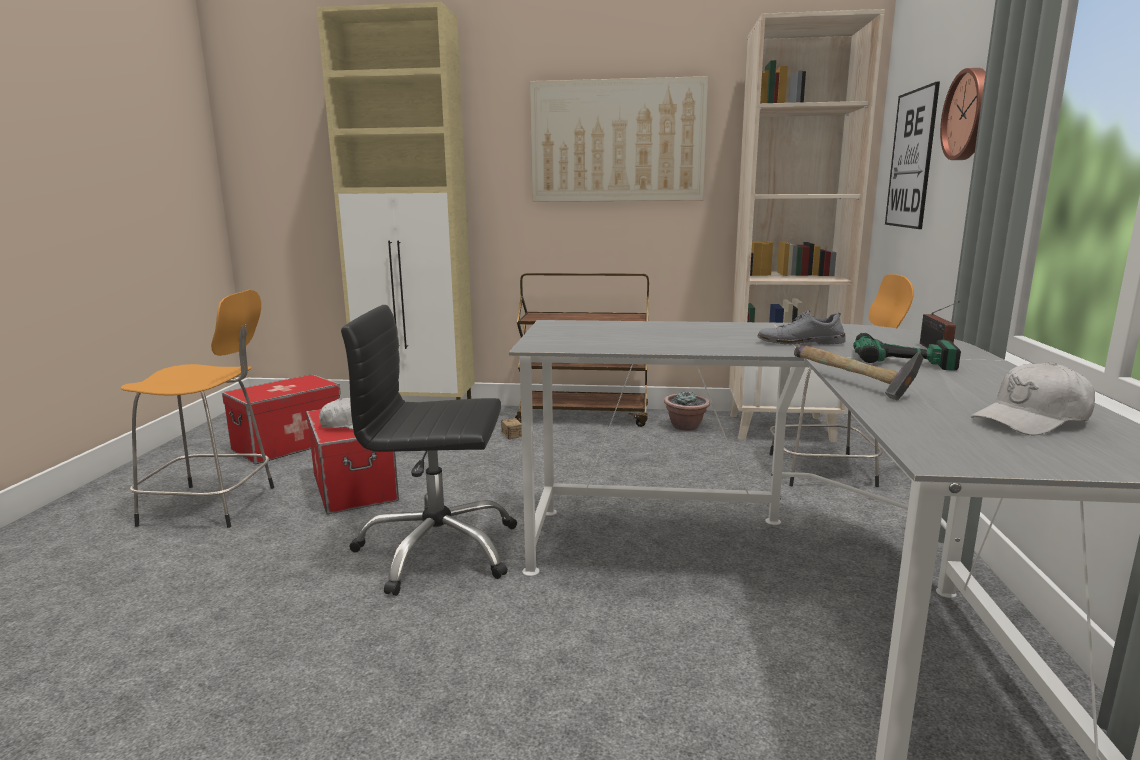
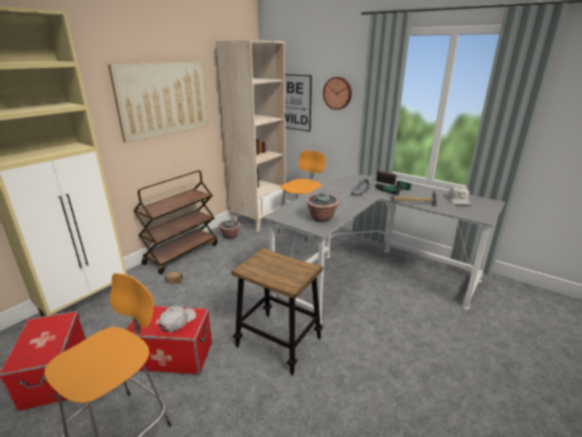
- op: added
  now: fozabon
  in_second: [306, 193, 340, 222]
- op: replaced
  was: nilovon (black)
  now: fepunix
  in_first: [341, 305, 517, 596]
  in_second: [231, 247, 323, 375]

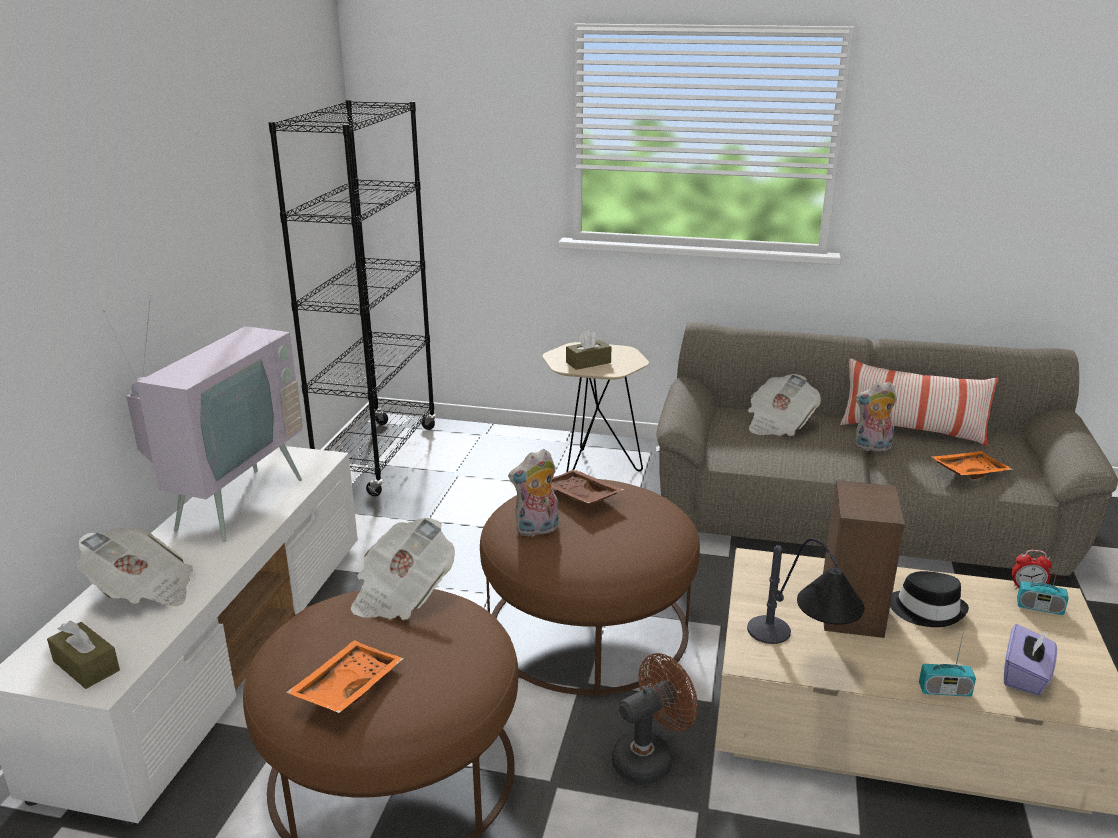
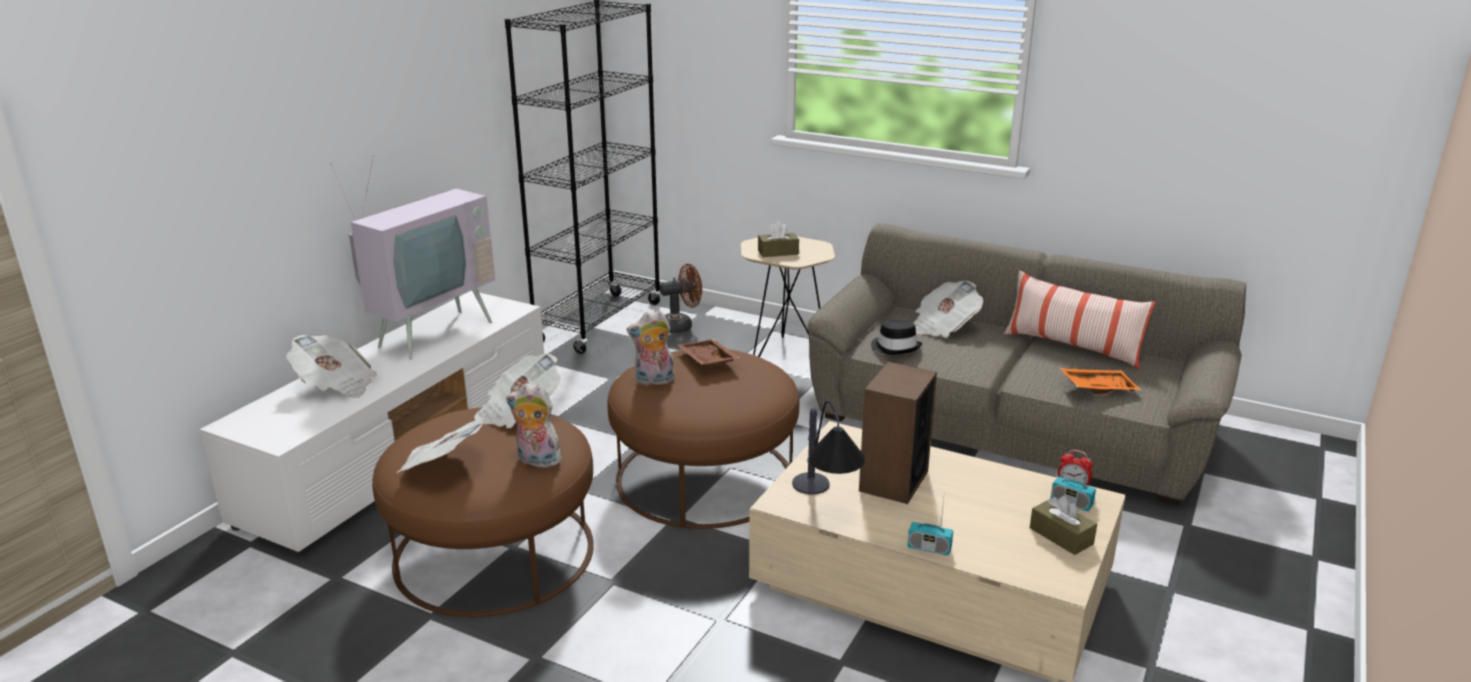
- op: removed
  was: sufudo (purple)
  in_first: [1004, 624, 1057, 696]
- op: moved
  was: sufudo (brown)
  in_first: [47, 621, 120, 689]
  in_second: [1030, 496, 1097, 555]
- op: moved
  was: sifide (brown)
  in_first: [612, 653, 698, 784]
  in_second: [659, 264, 702, 333]
- op: moved
  was: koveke
  in_first: [855, 381, 897, 452]
  in_second: [506, 383, 562, 468]
- op: moved
  was: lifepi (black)
  in_first: [890, 571, 969, 627]
  in_second: [871, 320, 922, 354]
- op: replaced
  was: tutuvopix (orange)
  now: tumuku
  in_first: [286, 640, 404, 713]
  in_second: [397, 417, 485, 473]

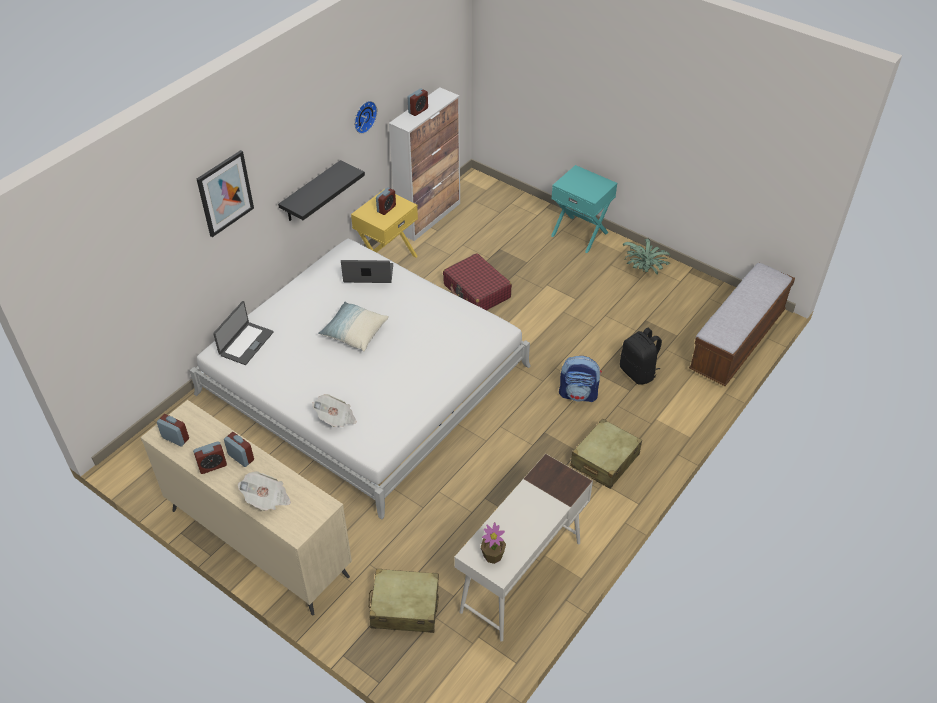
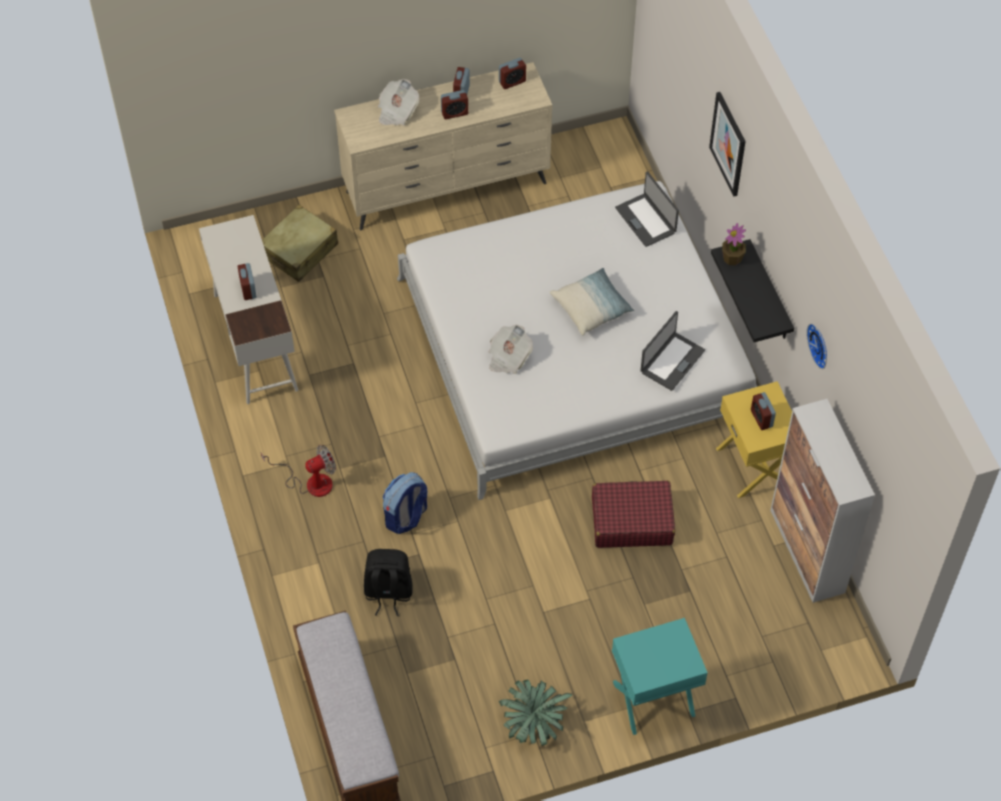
- op: moved
  was: tumuku
  in_first: [312, 394, 357, 427]
  in_second: [489, 325, 533, 374]
- op: moved
  was: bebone
  in_first: [408, 89, 428, 116]
  in_second: [237, 263, 257, 300]
- op: moved
  was: fozabon
  in_first: [481, 522, 506, 564]
  in_second: [722, 223, 746, 265]
- op: replaced
  was: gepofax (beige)
  now: sifide
  in_first: [570, 419, 642, 489]
  in_second: [261, 445, 336, 497]

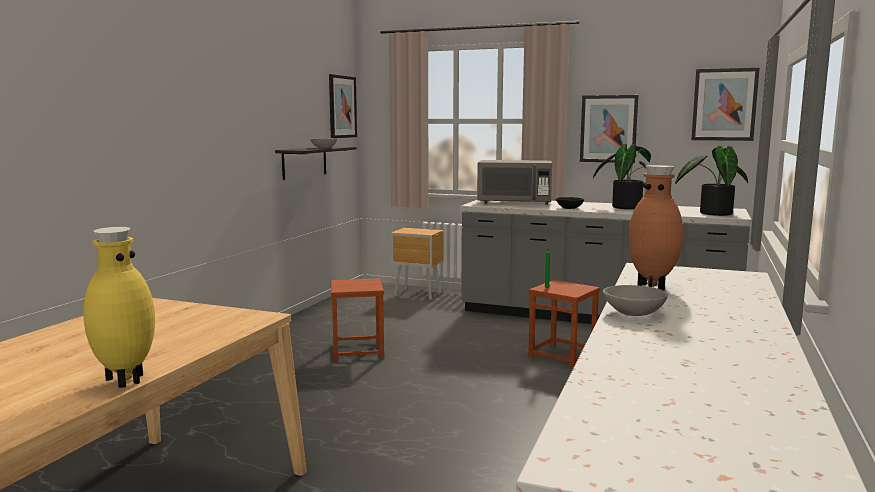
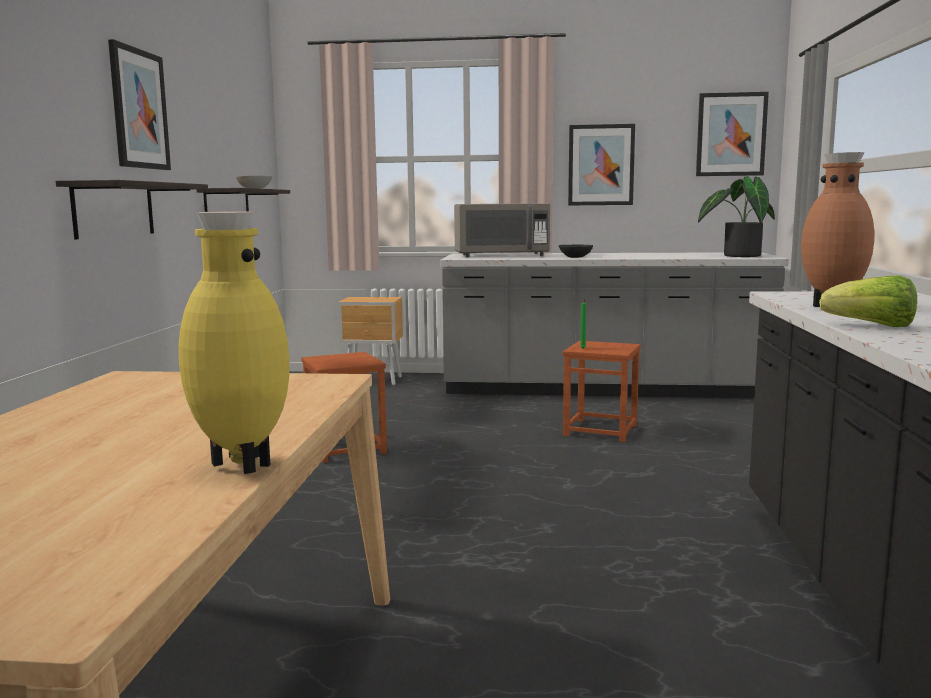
- op: removed
  was: fozabon
  in_first: [593, 144, 651, 209]
- op: added
  now: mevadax
  in_second: [56, 180, 208, 240]
- op: moved
  was: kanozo
  in_first: [329, 74, 357, 138]
  in_second: [108, 39, 171, 170]
- op: replaced
  was: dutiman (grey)
  now: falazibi
  in_first: [603, 285, 668, 316]
  in_second: [819, 275, 917, 327]

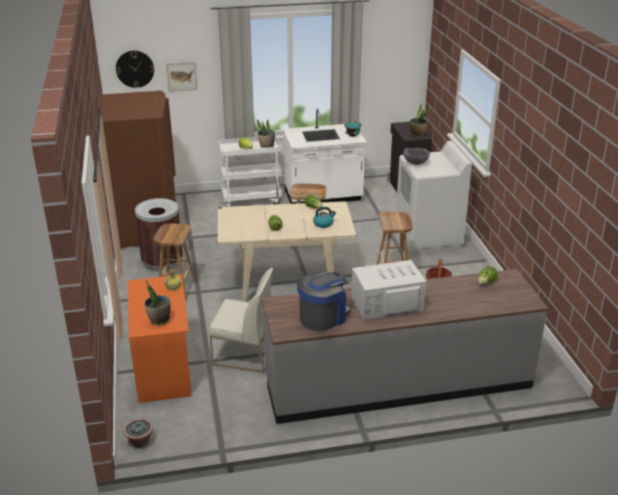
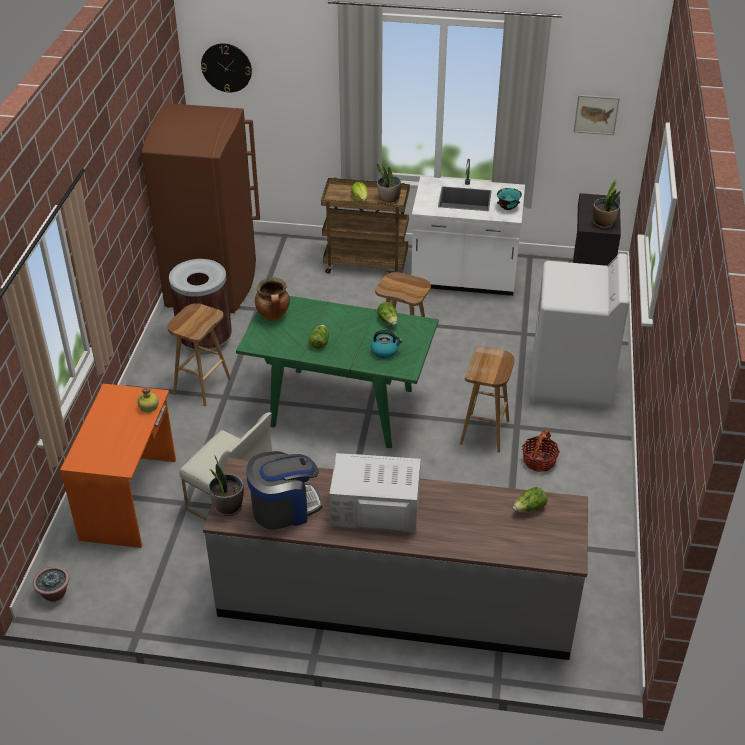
- op: removed
  was: dutiman
  in_first: [403, 148, 430, 165]
- op: added
  now: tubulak
  in_second: [255, 278, 290, 321]
- op: moved
  was: fozabon
  in_first: [144, 281, 170, 325]
  in_second: [209, 455, 244, 516]
- op: moved
  was: kanozo
  in_first: [166, 62, 197, 92]
  in_second: [574, 95, 620, 135]
- op: recoloured
  was: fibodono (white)
  now: fibodono (brown)
  in_first: [218, 135, 282, 207]
  in_second: [321, 178, 410, 274]
- op: recoloured
  was: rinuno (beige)
  now: rinuno (green)
  in_first: [218, 201, 357, 302]
  in_second: [236, 296, 439, 448]

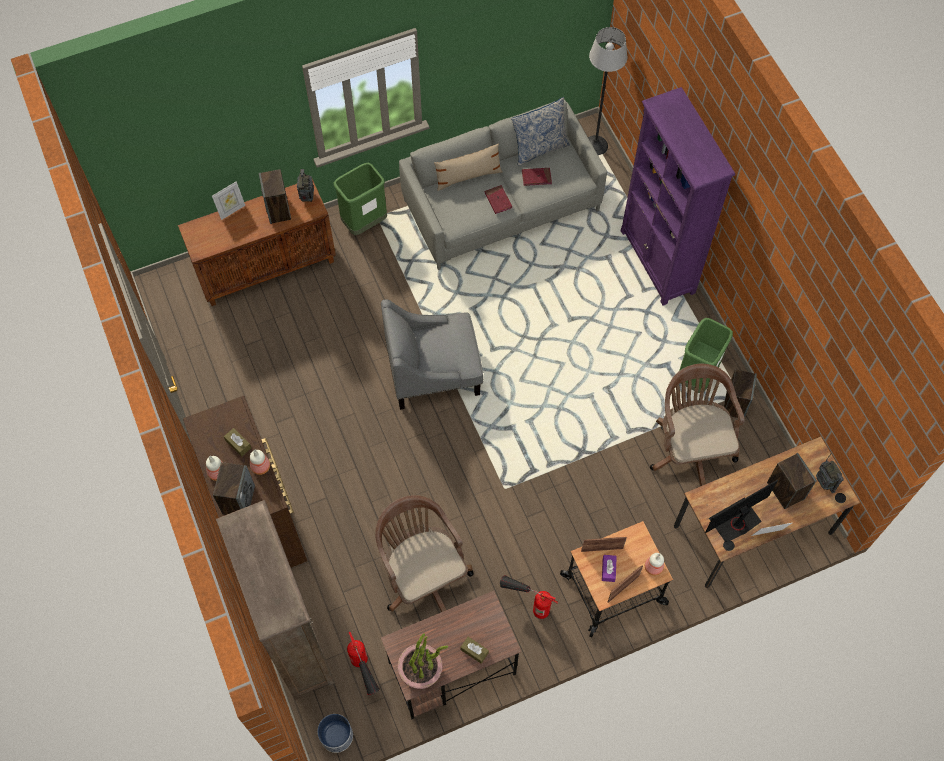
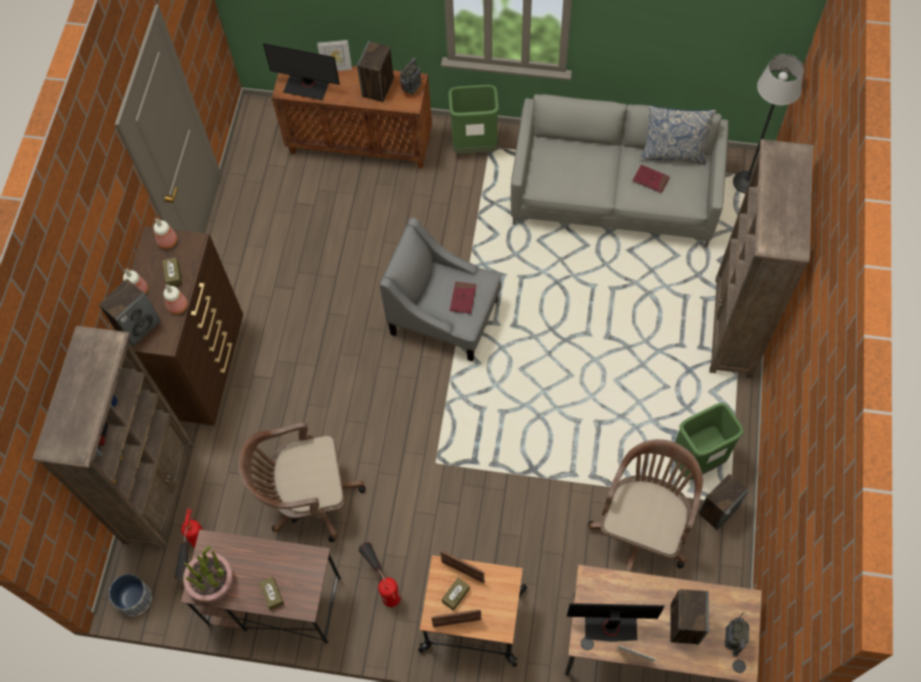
- op: removed
  was: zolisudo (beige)
  in_first: [434, 143, 503, 191]
- op: added
  now: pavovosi
  in_second: [263, 43, 340, 100]
- op: moved
  was: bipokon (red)
  in_first: [484, 185, 512, 214]
  in_second: [450, 282, 477, 314]
- op: moved
  was: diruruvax
  in_first: [645, 553, 664, 576]
  in_second: [154, 218, 177, 249]
- op: recoloured
  was: sufudo (purple)
  now: sufudo (brown)
  in_first: [602, 555, 617, 582]
  in_second: [442, 578, 470, 611]
- op: recoloured
  was: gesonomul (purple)
  now: gesonomul (brown)
  in_first: [621, 87, 735, 305]
  in_second: [709, 139, 813, 378]
- op: turned
  was: nilovon (brown)
  in_first: [375, 495, 473, 612]
  in_second: [238, 422, 365, 542]
  clockwise: -105

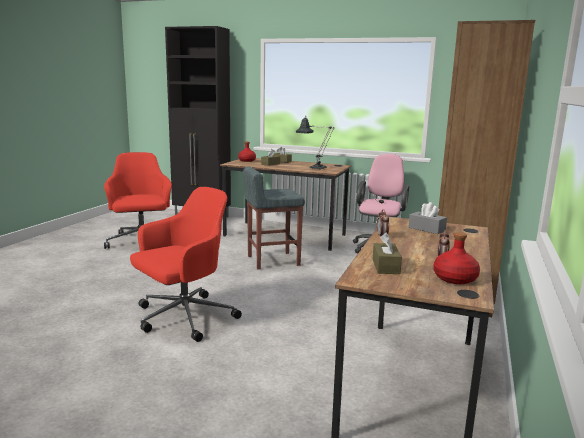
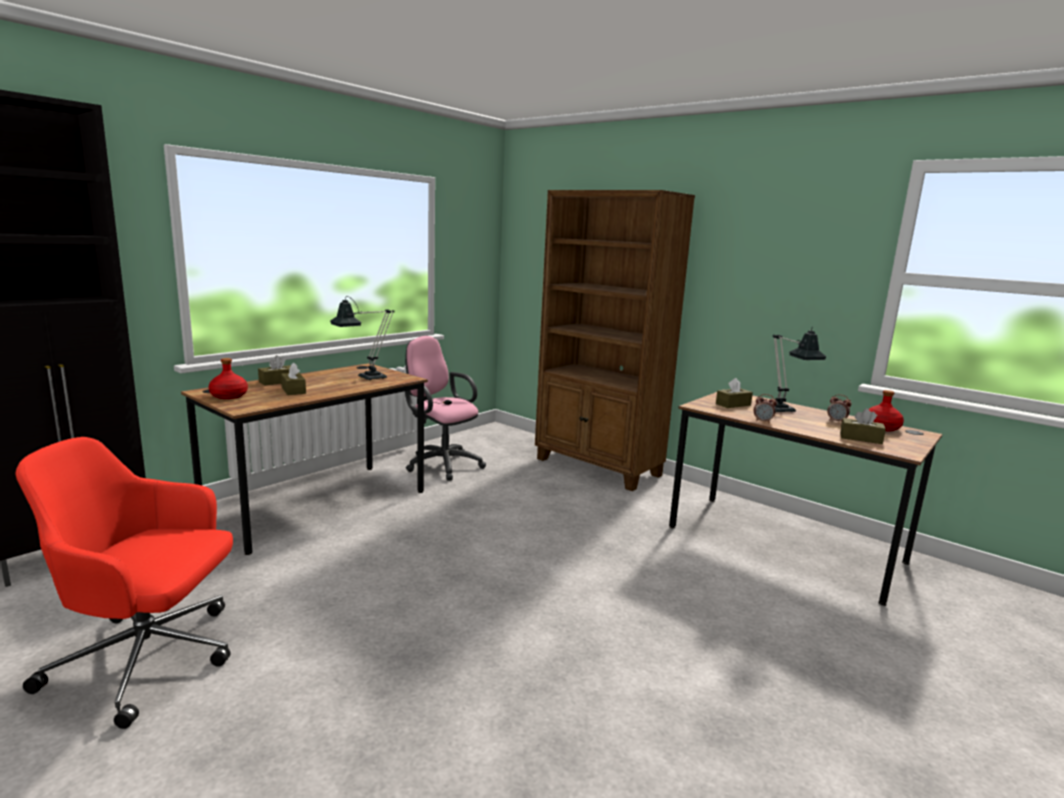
- op: removed
  was: nilovon (red)
  in_first: [130, 187, 242, 342]
- op: removed
  was: fepunix (grey)
  in_first: [243, 166, 305, 270]
- op: added
  now: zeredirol
  in_second: [773, 329, 827, 412]
- op: recoloured
  was: sufudo (grey)
  now: sufudo (brown)
  in_first: [409, 202, 447, 234]
  in_second: [716, 378, 753, 408]

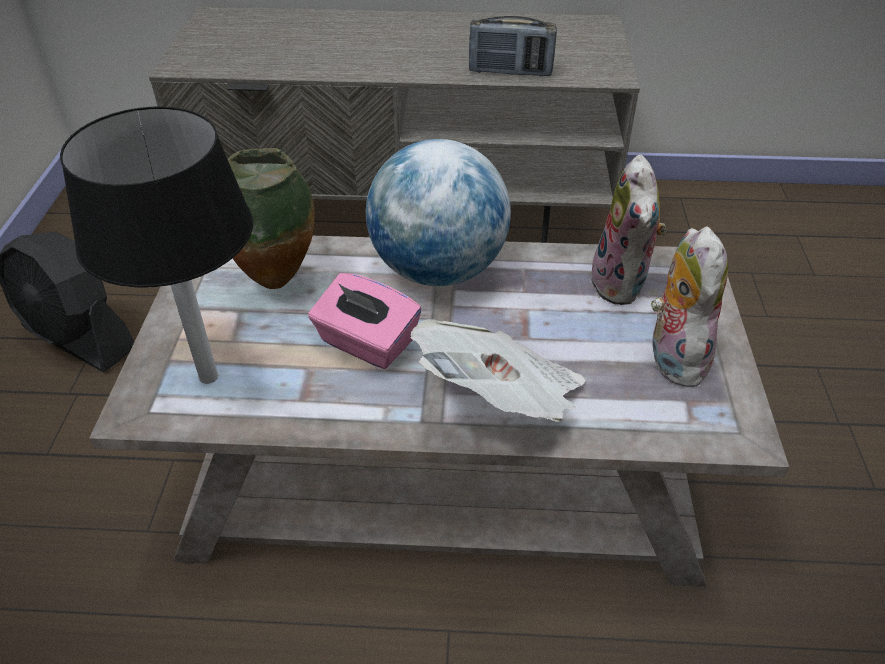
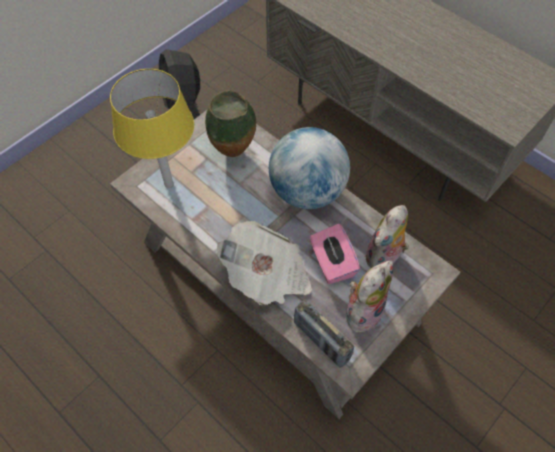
- op: moved
  was: sufudo (pink)
  in_first: [308, 273, 421, 369]
  in_second: [310, 224, 360, 284]
- op: moved
  was: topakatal
  in_first: [469, 16, 557, 76]
  in_second: [294, 300, 354, 368]
- op: recoloured
  was: zeredirol (black)
  now: zeredirol (yellow)
  in_first: [60, 106, 253, 384]
  in_second: [110, 69, 194, 188]

